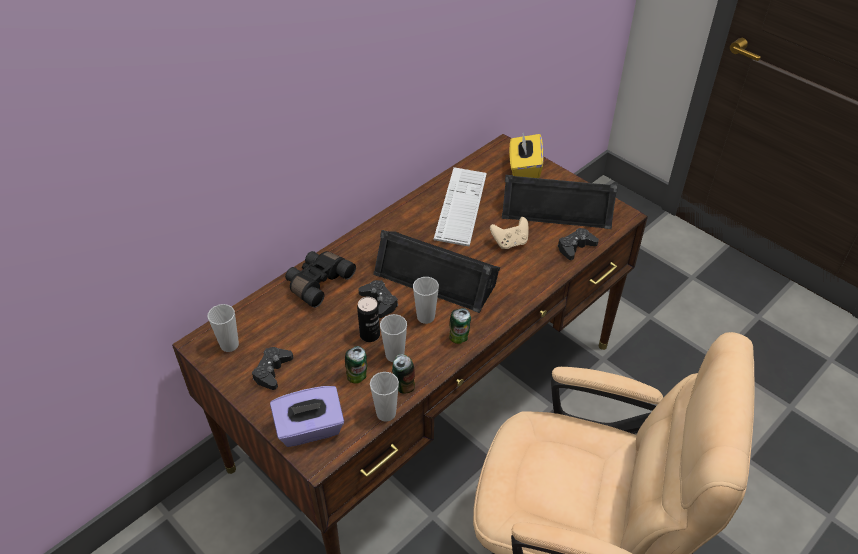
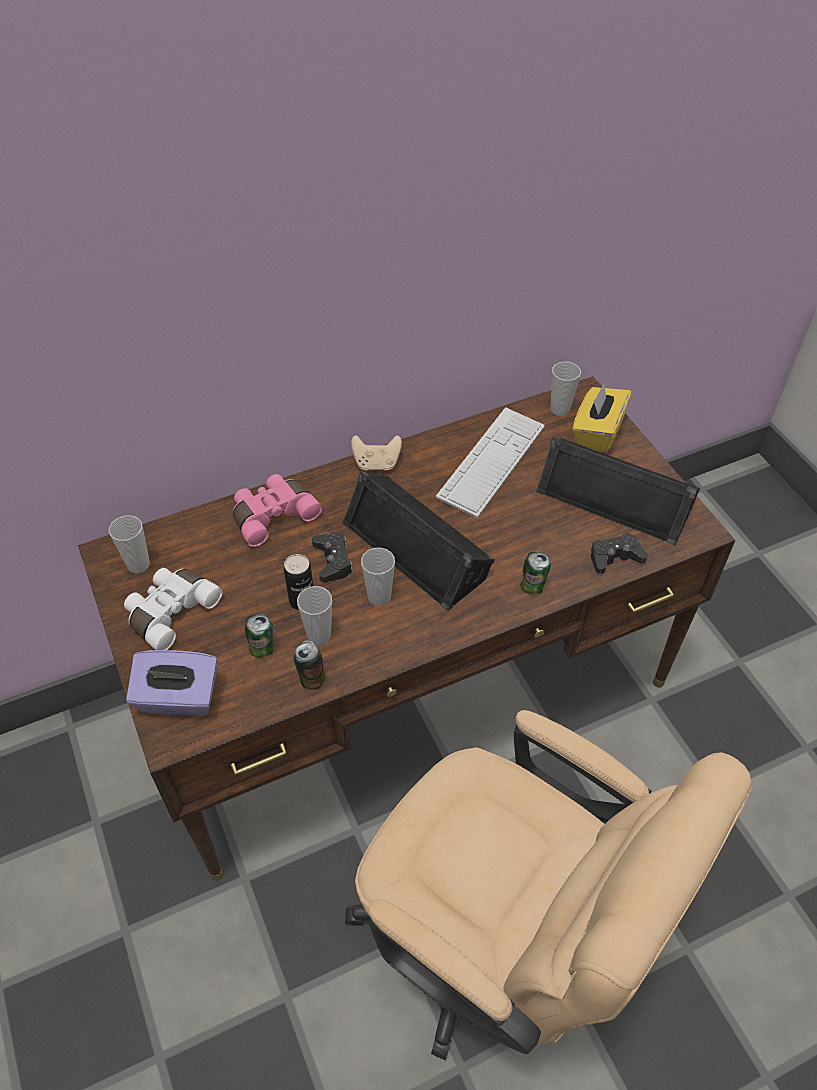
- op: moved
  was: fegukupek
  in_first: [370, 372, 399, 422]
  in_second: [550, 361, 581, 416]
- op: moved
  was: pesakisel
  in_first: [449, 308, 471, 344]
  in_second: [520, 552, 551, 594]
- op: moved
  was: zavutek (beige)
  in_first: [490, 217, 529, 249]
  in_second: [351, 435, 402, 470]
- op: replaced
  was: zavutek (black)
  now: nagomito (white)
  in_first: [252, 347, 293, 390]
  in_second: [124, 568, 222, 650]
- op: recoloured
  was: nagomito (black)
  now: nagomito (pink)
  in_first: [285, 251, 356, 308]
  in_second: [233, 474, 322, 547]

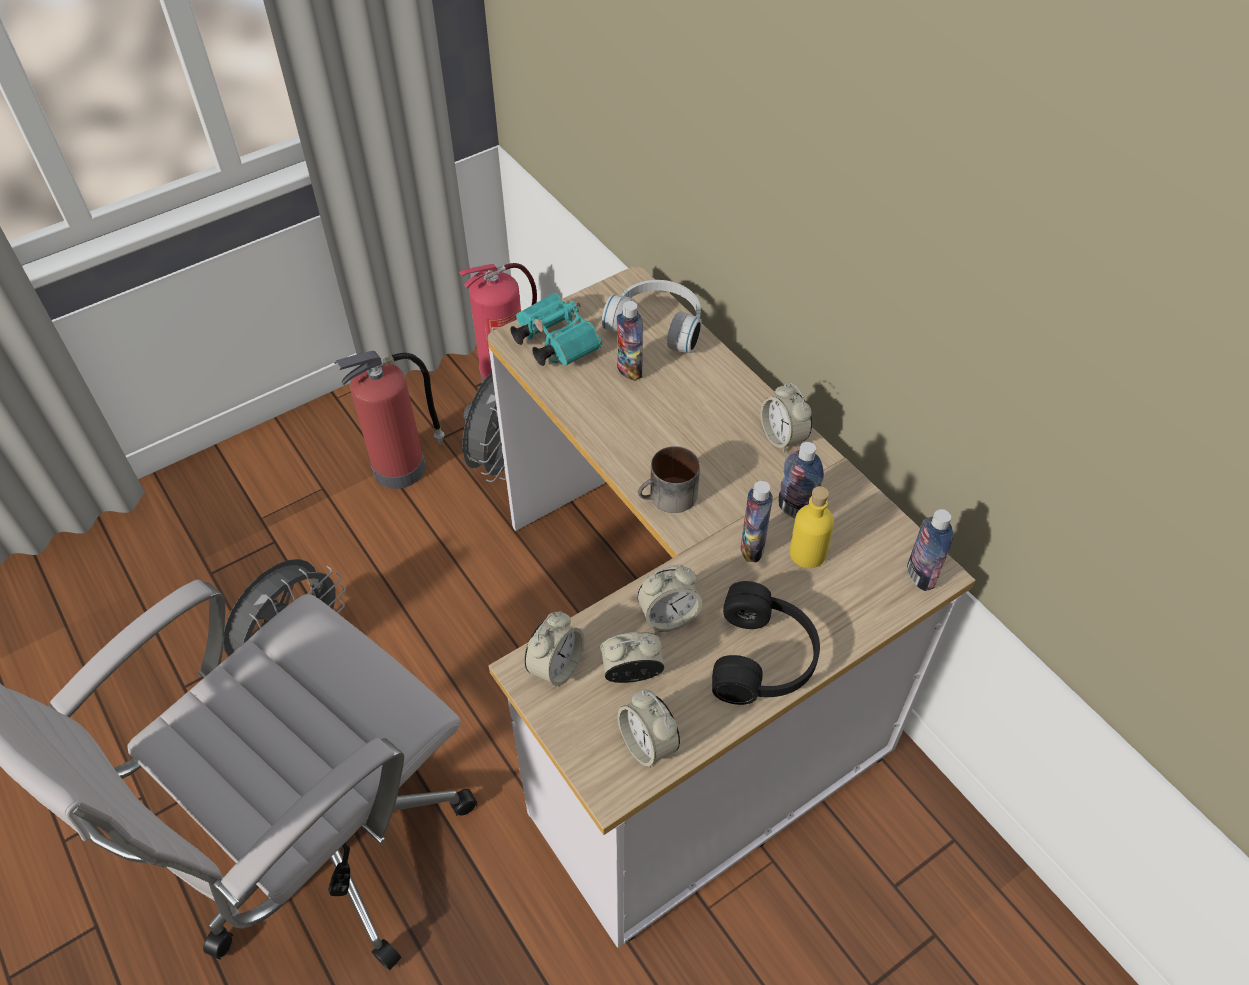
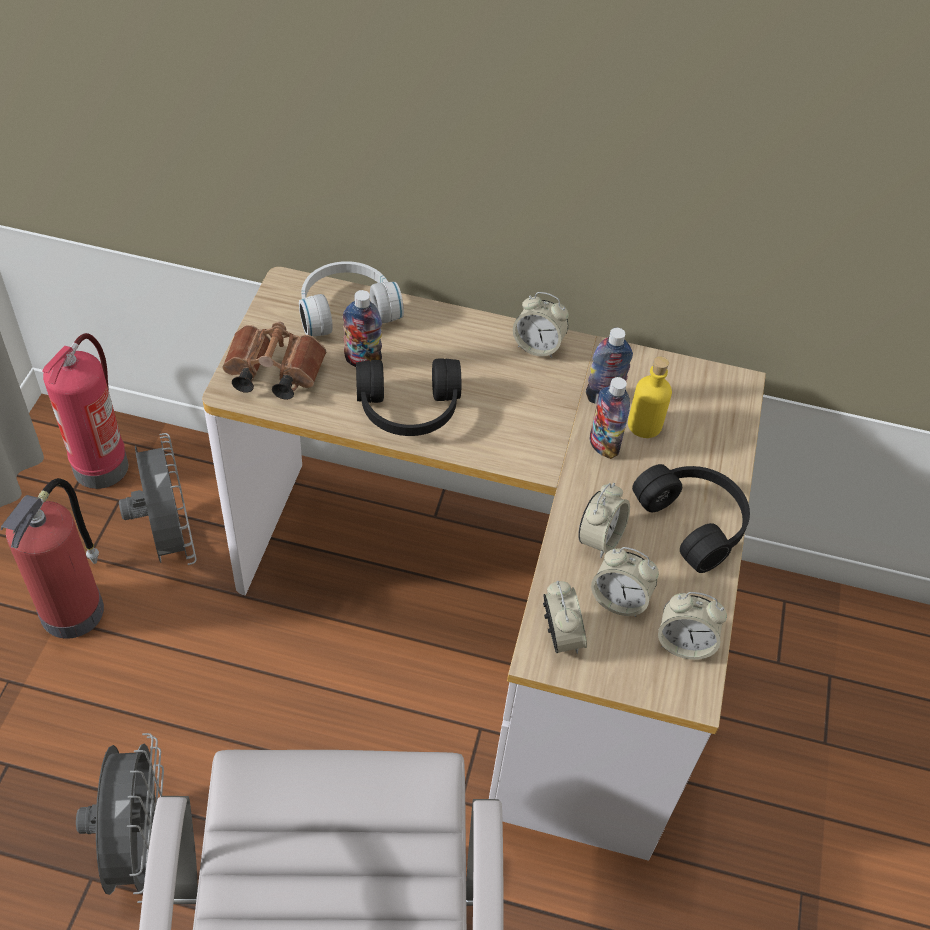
- op: removed
  was: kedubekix
  in_first: [638, 446, 700, 513]
- op: removed
  was: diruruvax
  in_first: [907, 509, 953, 591]
- op: added
  now: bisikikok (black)
  in_second: [356, 358, 461, 436]
- op: recoloured
  was: nagomito (turquoise)
  now: nagomito (brown)
  in_first: [511, 292, 602, 366]
  in_second: [223, 322, 326, 400]
- op: turned
  was: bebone
  in_first: [600, 632, 664, 683]
  in_second: [591, 547, 659, 617]
  clockwise: -105

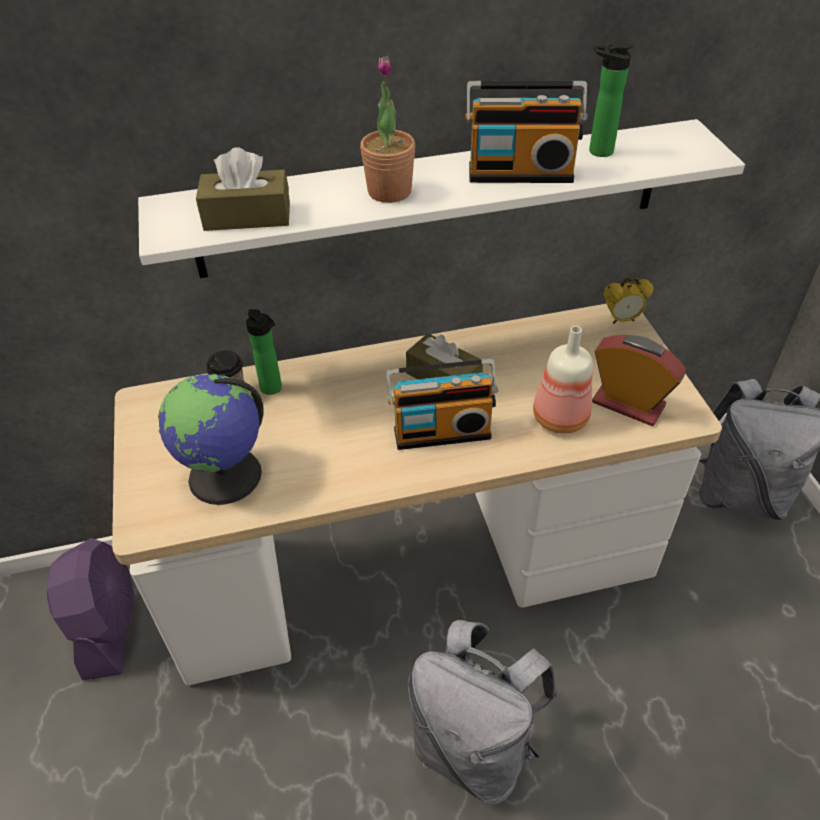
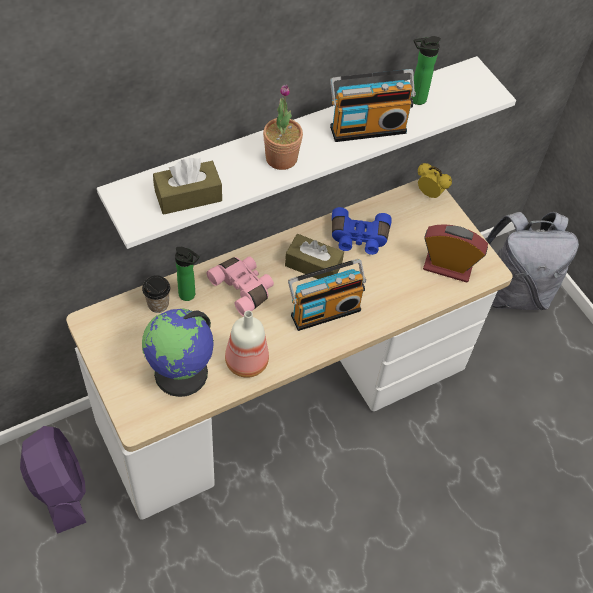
- op: removed
  was: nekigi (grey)
  in_first: [408, 620, 557, 804]
- op: added
  now: nagomito (pink)
  in_second: [207, 256, 274, 316]
- op: added
  now: nagomito (blue)
  in_second: [332, 207, 392, 255]
- op: moved
  was: diruruvax
  in_first: [533, 326, 593, 434]
  in_second: [225, 311, 269, 378]
- op: turned
  was: bebone
  in_first: [604, 277, 653, 324]
  in_second: [418, 163, 452, 198]
  clockwise: -120

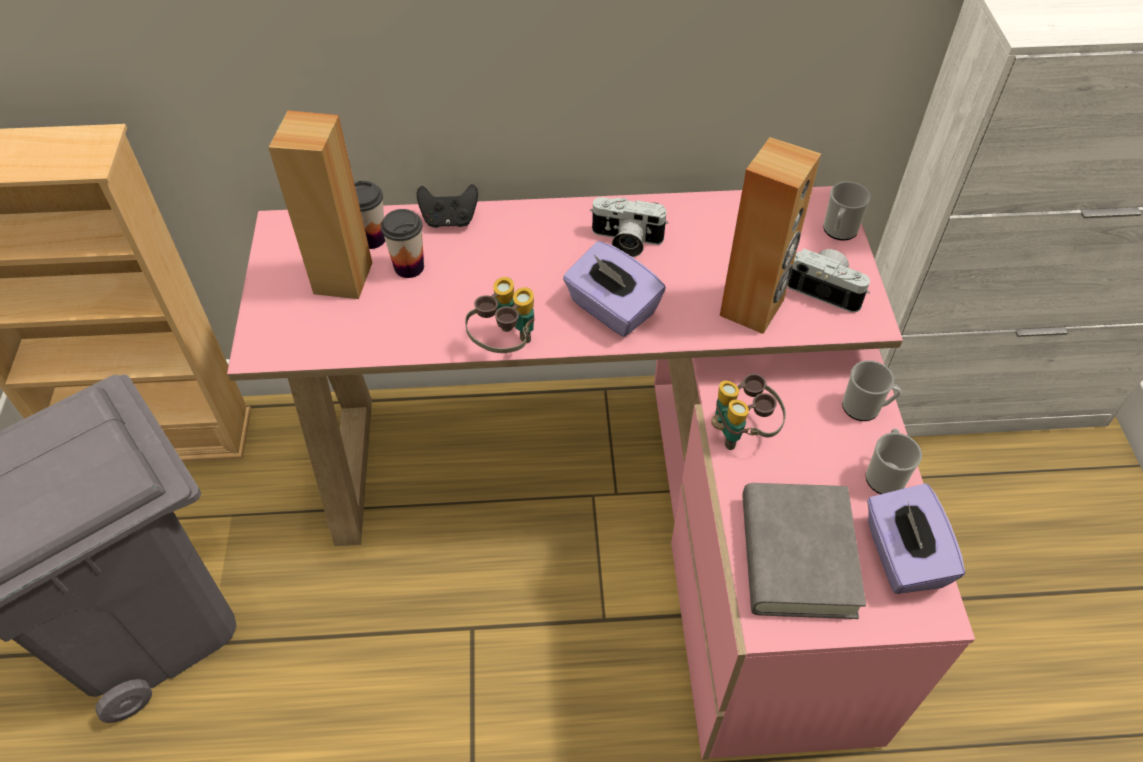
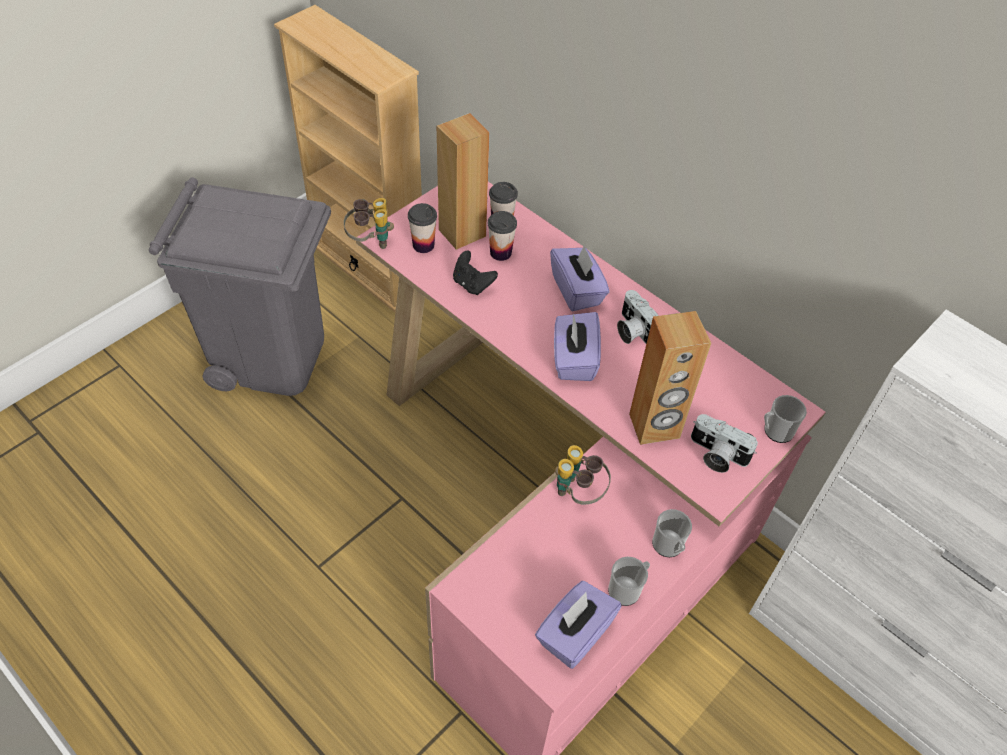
- op: removed
  was: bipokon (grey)
  in_first: [742, 483, 866, 619]
- op: added
  now: fegukupek
  in_second: [408, 203, 437, 253]
- op: added
  now: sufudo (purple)
  in_second: [550, 245, 610, 311]
- op: moved
  was: zavutek (black)
  in_first: [417, 184, 478, 228]
  in_second: [453, 251, 498, 295]
- op: moved
  was: nagomito
  in_first: [465, 277, 534, 353]
  in_second: [344, 198, 394, 249]
- op: turned
  was: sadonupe
  in_first: [788, 248, 870, 312]
  in_second: [691, 414, 758, 473]
  clockwise: 135

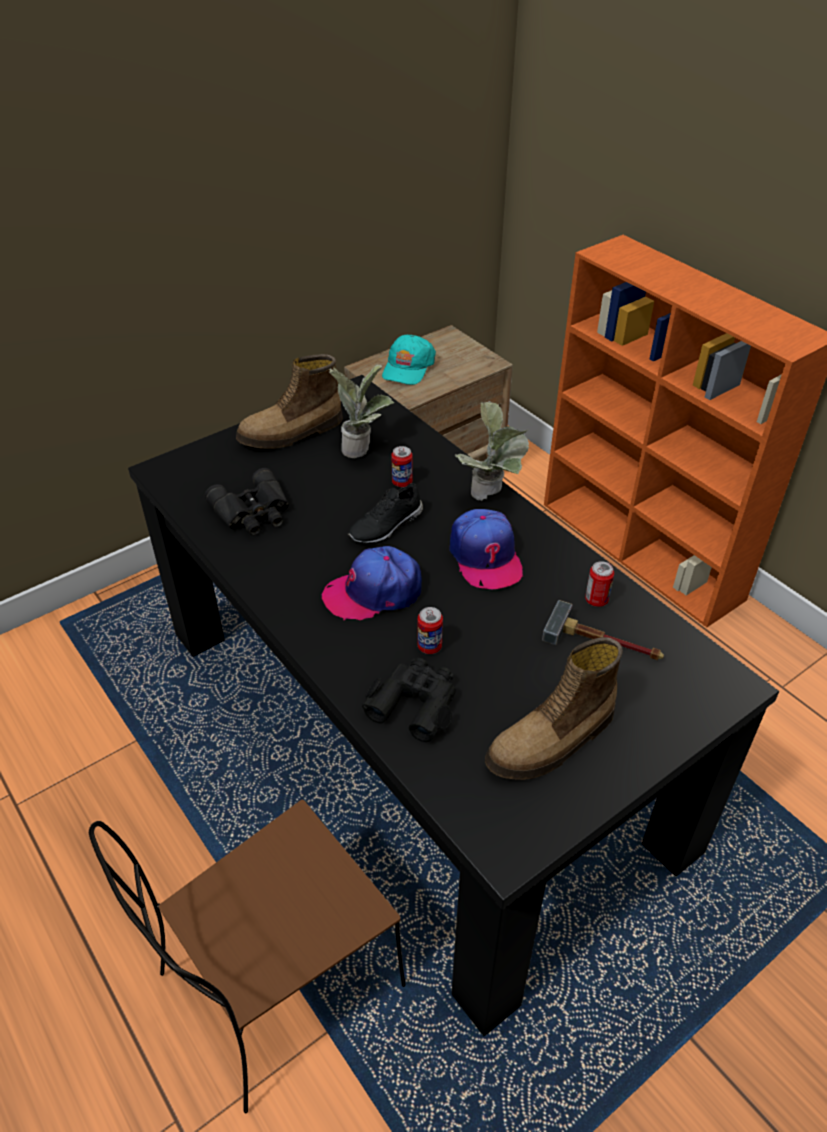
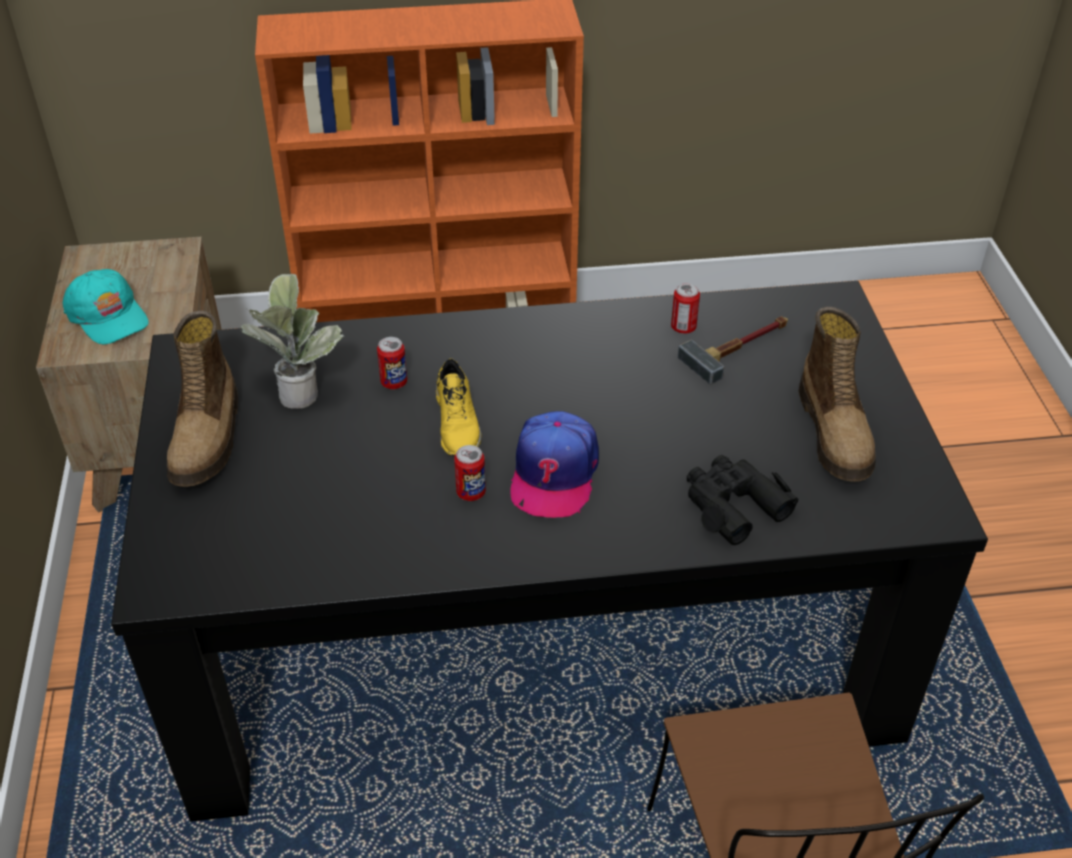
- op: removed
  was: nagomito (black)
  in_first: [205, 468, 289, 536]
- op: removed
  was: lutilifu
  in_first: [449, 509, 523, 589]
- op: removed
  was: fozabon
  in_first: [455, 401, 529, 501]
- op: moved
  was: pesakisel
  in_first: [418, 607, 443, 654]
  in_second: [454, 445, 486, 501]
- op: recoloured
  was: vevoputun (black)
  now: vevoputun (yellow)
  in_first: [348, 483, 423, 544]
  in_second: [436, 358, 481, 456]

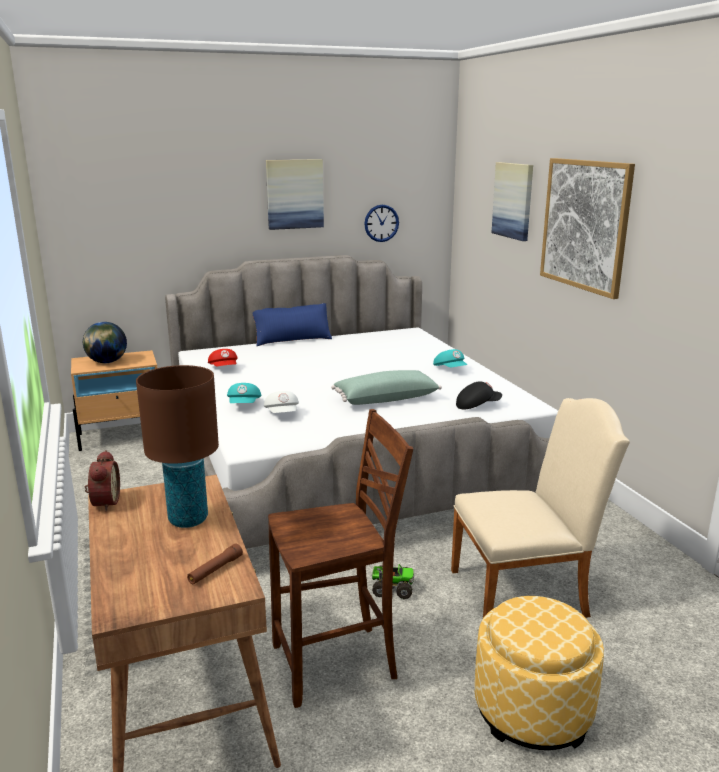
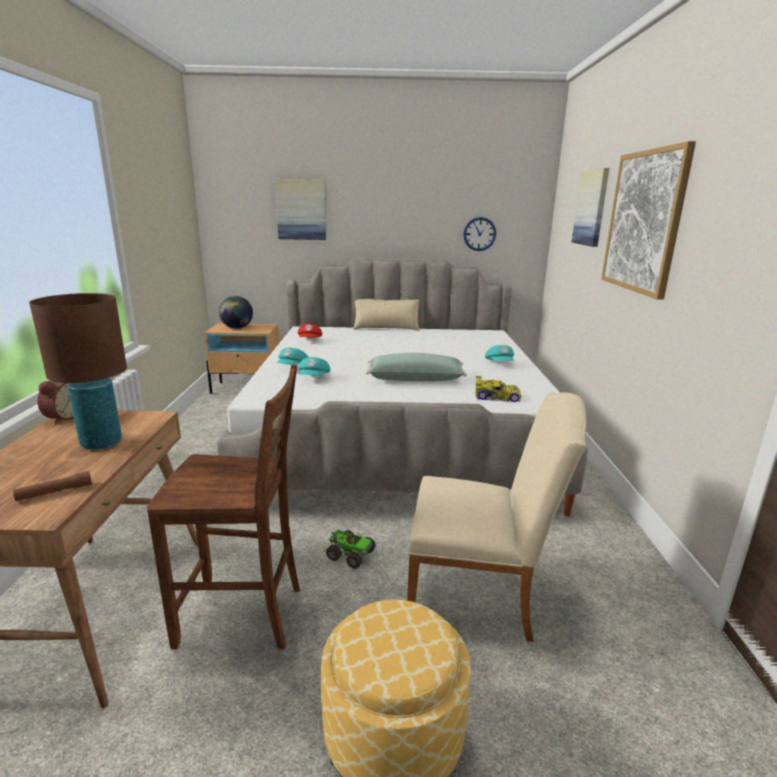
- op: moved
  was: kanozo
  in_first: [266, 159, 324, 230]
  in_second: [275, 179, 326, 240]
- op: replaced
  was: lutilifu (black)
  now: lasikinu
  in_first: [456, 381, 502, 409]
  in_second: [476, 376, 521, 402]
- op: recoloured
  was: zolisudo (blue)
  now: zolisudo (beige)
  in_first: [252, 303, 332, 346]
  in_second: [353, 299, 419, 331]
- op: recoloured
  was: lutilifu (white)
  now: lutilifu (turquoise)
  in_first: [264, 391, 299, 413]
  in_second: [299, 357, 331, 376]

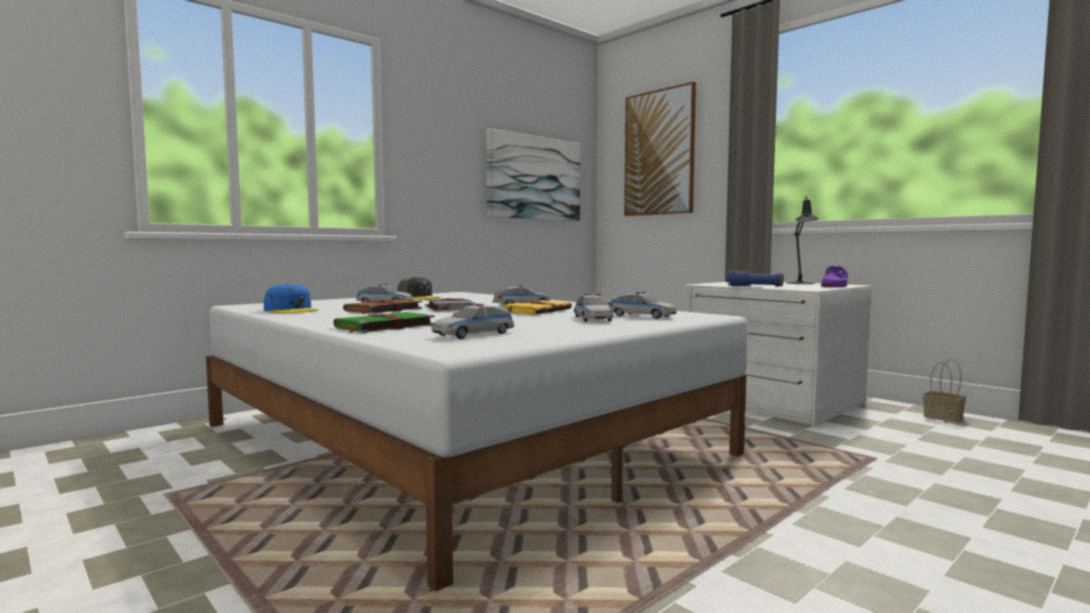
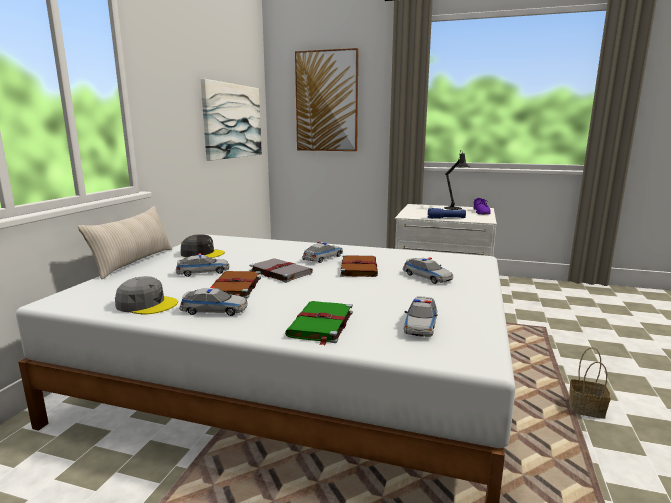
- op: added
  now: zolisudo (beige)
  in_second: [78, 206, 172, 279]
- op: moved
  was: lasikinu
  in_first: [609, 291, 677, 319]
  in_second: [179, 286, 248, 316]
- op: moved
  was: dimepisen
  in_first: [923, 359, 966, 423]
  in_second: [569, 347, 611, 419]
- op: recoloured
  was: lutilifu (blue)
  now: lutilifu (grey)
  in_first: [264, 284, 318, 313]
  in_second: [115, 276, 178, 314]
- op: recoloured
  was: bipokon (yellow)
  now: bipokon (brown)
  in_first: [499, 300, 572, 315]
  in_second: [340, 255, 378, 277]

